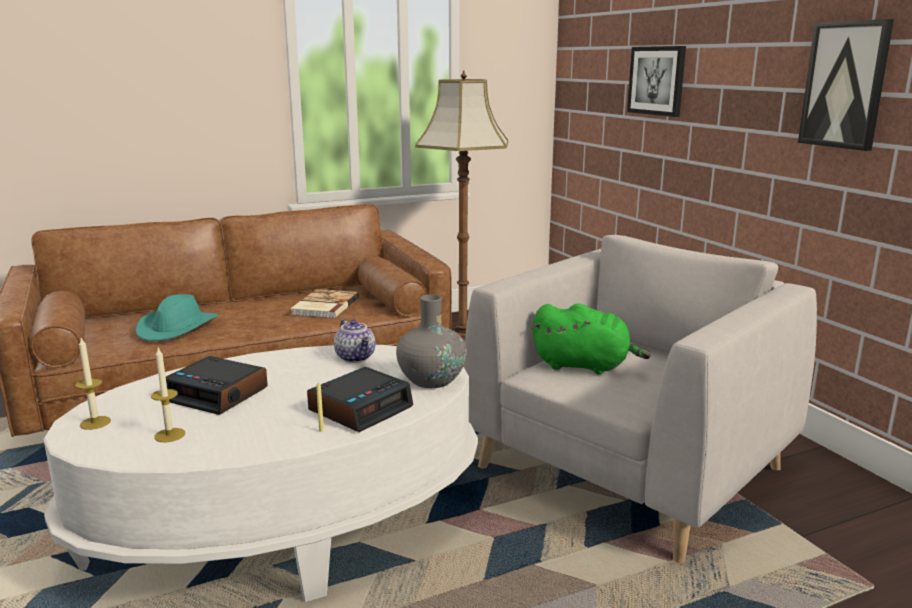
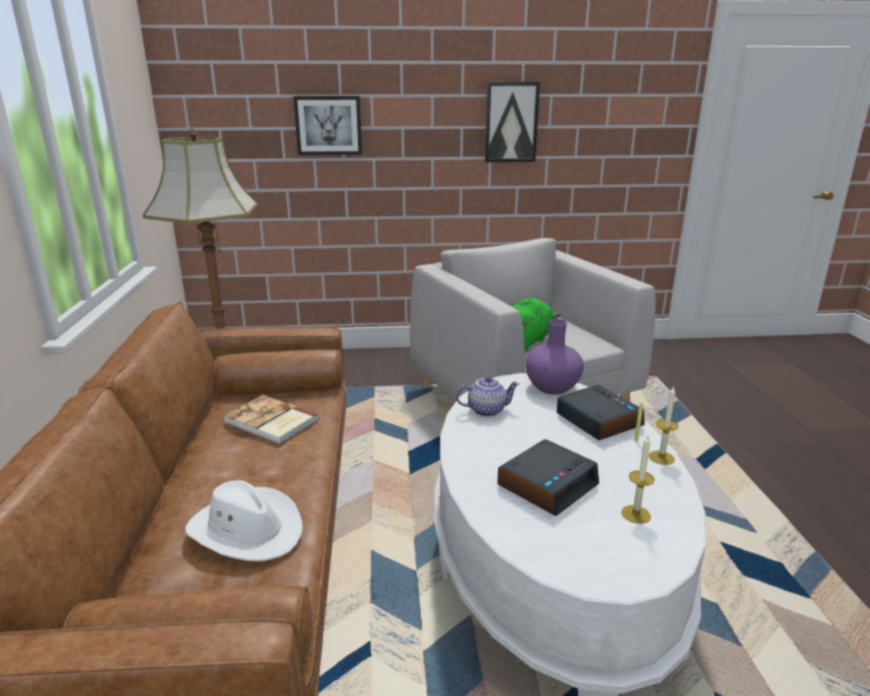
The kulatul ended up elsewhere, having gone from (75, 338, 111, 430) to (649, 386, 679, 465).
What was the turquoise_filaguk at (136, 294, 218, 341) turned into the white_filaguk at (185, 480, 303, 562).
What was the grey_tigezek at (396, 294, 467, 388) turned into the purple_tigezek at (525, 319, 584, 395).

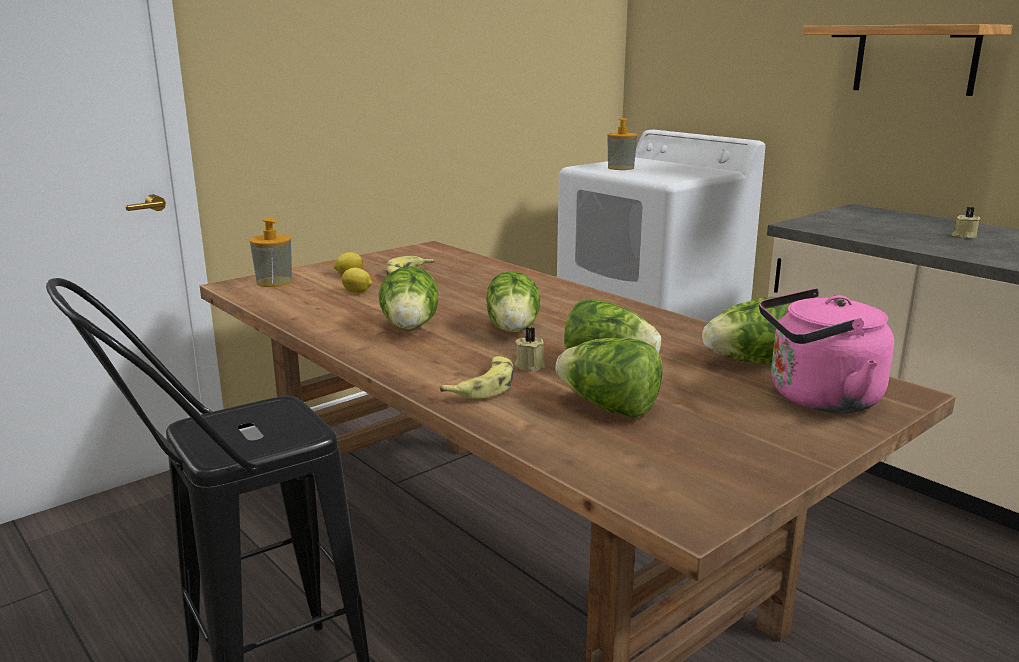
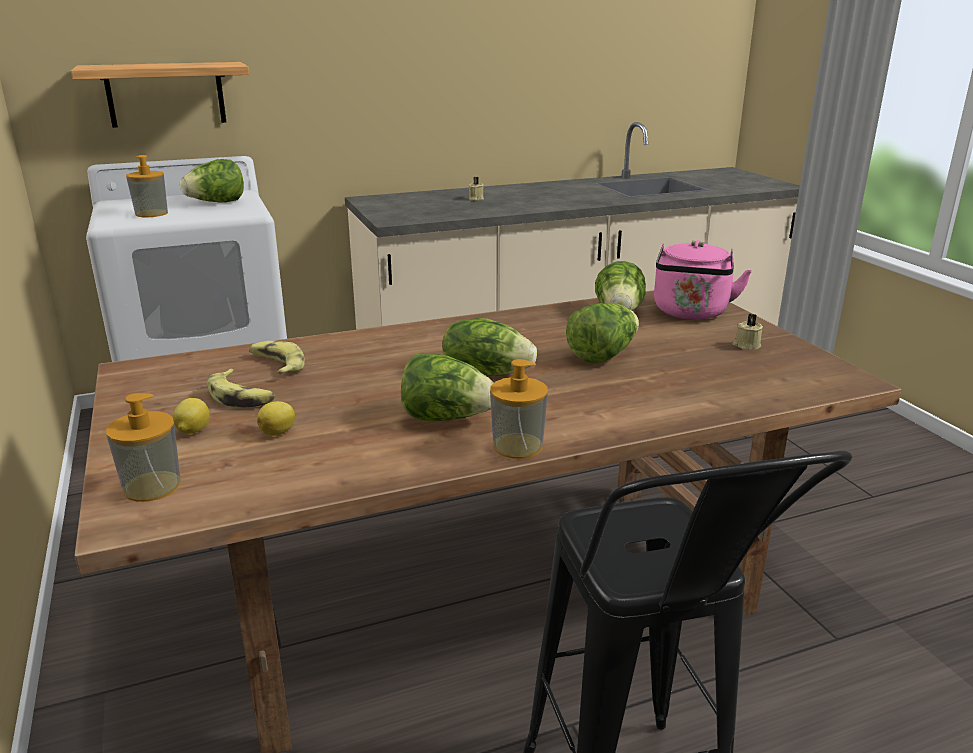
The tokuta ended up elsewhere, having gone from (439, 356, 514, 399) to (249, 341, 305, 375).
The beige_kulatul ended up elsewhere, having gone from (515, 327, 545, 372) to (733, 314, 763, 350).
The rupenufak ended up elsewhere, having gone from (555, 338, 663, 418) to (180, 159, 244, 203).
The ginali ended up elsewhere, having gone from (802, 24, 1013, 96) to (71, 62, 249, 128).
The second view gained the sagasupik at (490, 359, 548, 459).

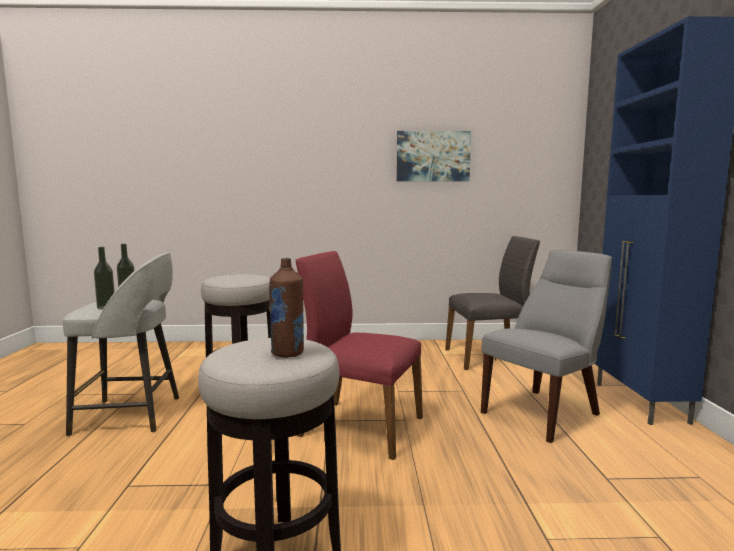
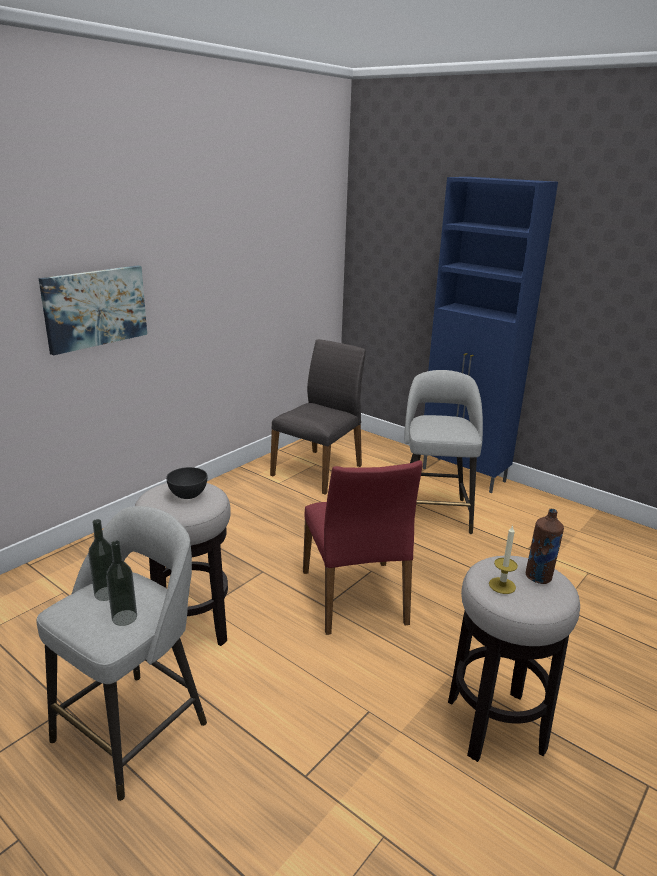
The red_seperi at (296, 251, 423, 460) ended up facing another way, 75 degrees counterclockwise from before.
The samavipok ended up elsewhere, having gone from (396, 131, 471, 181) to (39, 265, 147, 355).
Where the grey_seperi stood at (481, 250, 612, 443), the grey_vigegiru came to stand at (404, 370, 483, 534).
The second view gained the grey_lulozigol at (166, 467, 207, 499).
The second view gained the kulatul at (489, 525, 518, 594).

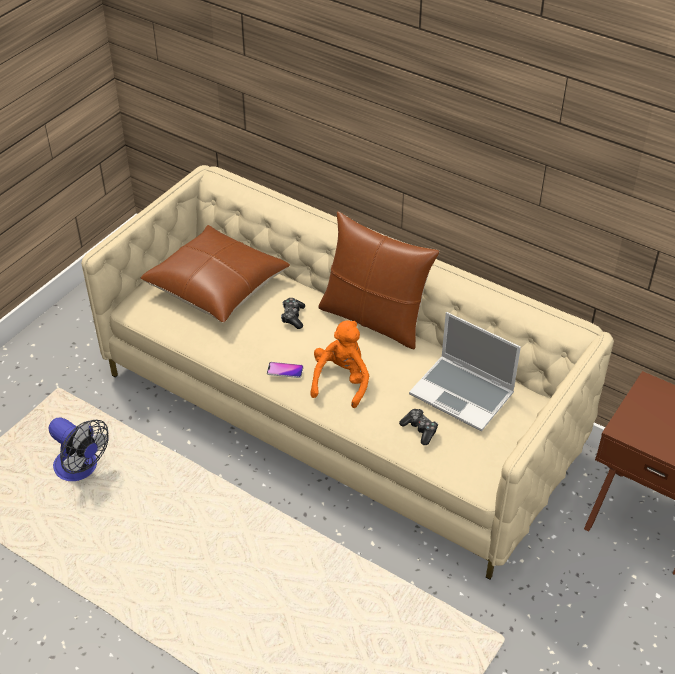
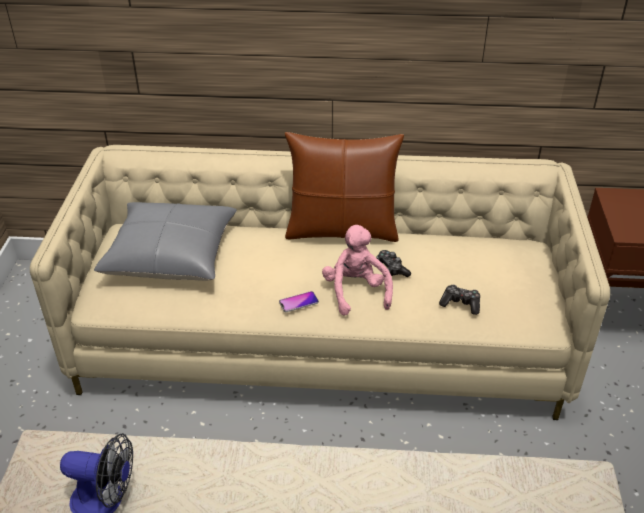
What was the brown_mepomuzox at (140, 225, 290, 322) turned into the grey_mepomuzox at (94, 202, 237, 281).
The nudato ended up elsewhere, having gone from (281, 298, 305, 329) to (376, 250, 411, 277).
What was the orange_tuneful at (310, 320, 369, 408) turned into the pink_tuneful at (322, 225, 393, 316).
The second view lost the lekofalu at (409, 312, 521, 431).

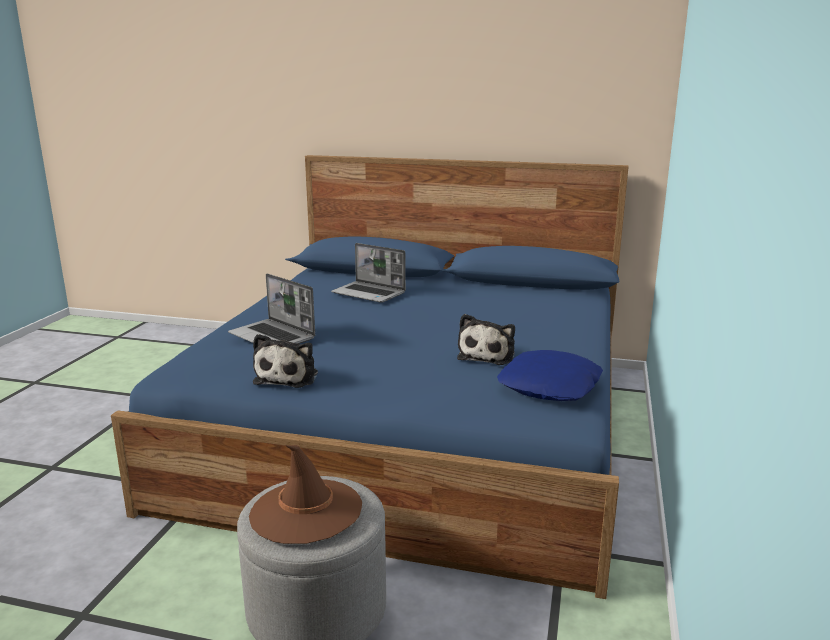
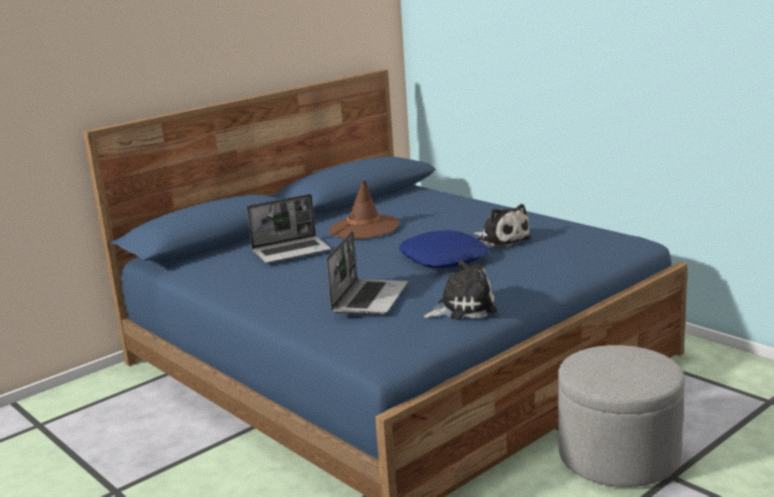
The lekofalu at (228, 273, 315, 344) ended up facing another way, 60 degrees counterclockwise from before.
The brown_filaguk ended up elsewhere, having gone from (249, 445, 362, 544) to (330, 181, 399, 239).
The tuneful at (253, 334, 318, 388) ended up facing another way, 60 degrees counterclockwise from before.
The blue_mepomuzox ended up elsewhere, having gone from (497, 350, 603, 401) to (399, 230, 490, 268).

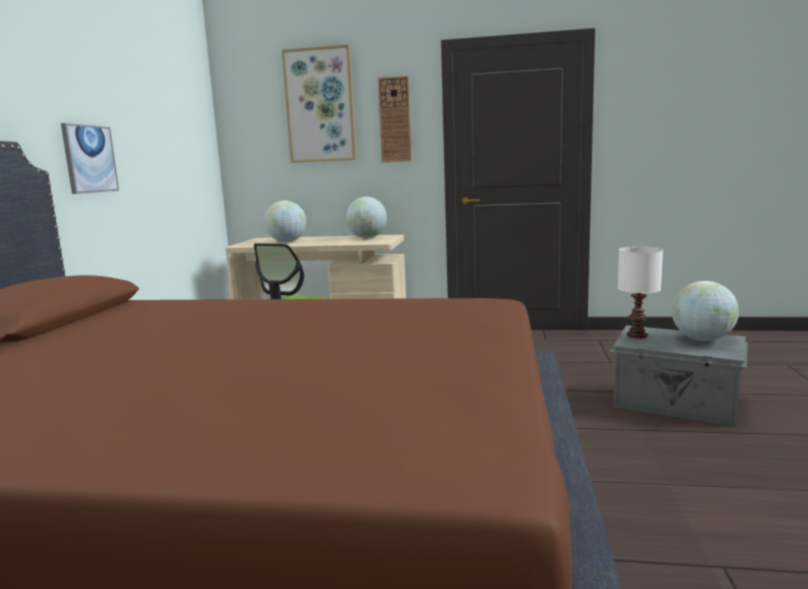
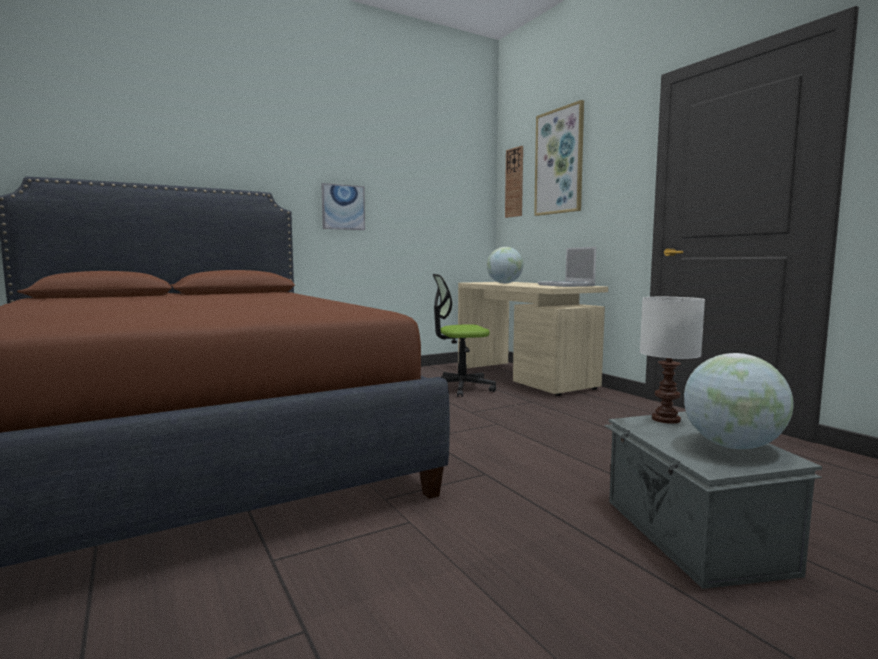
Where the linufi stood at (346, 197, 387, 238), the lekofalu came to stand at (538, 247, 596, 287).
The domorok ended up elsewhere, having gone from (378, 76, 412, 162) to (505, 146, 523, 218).

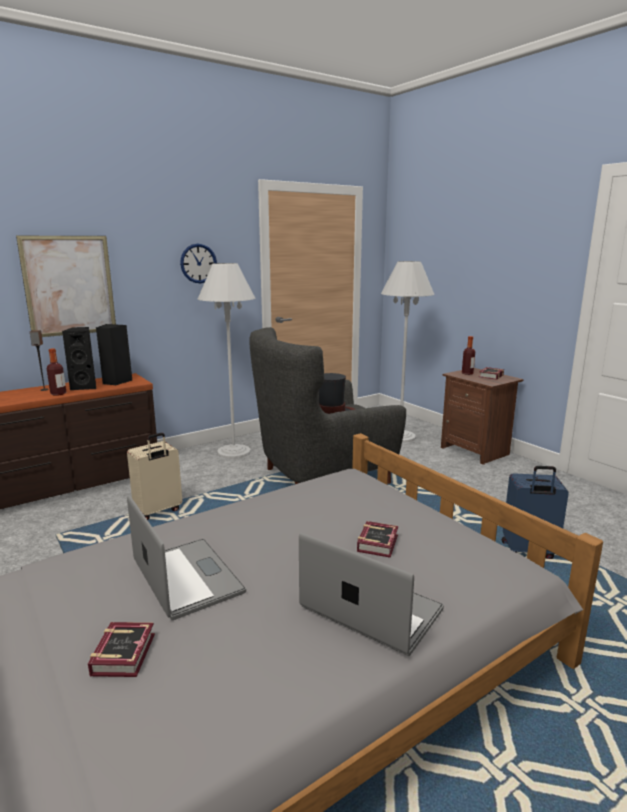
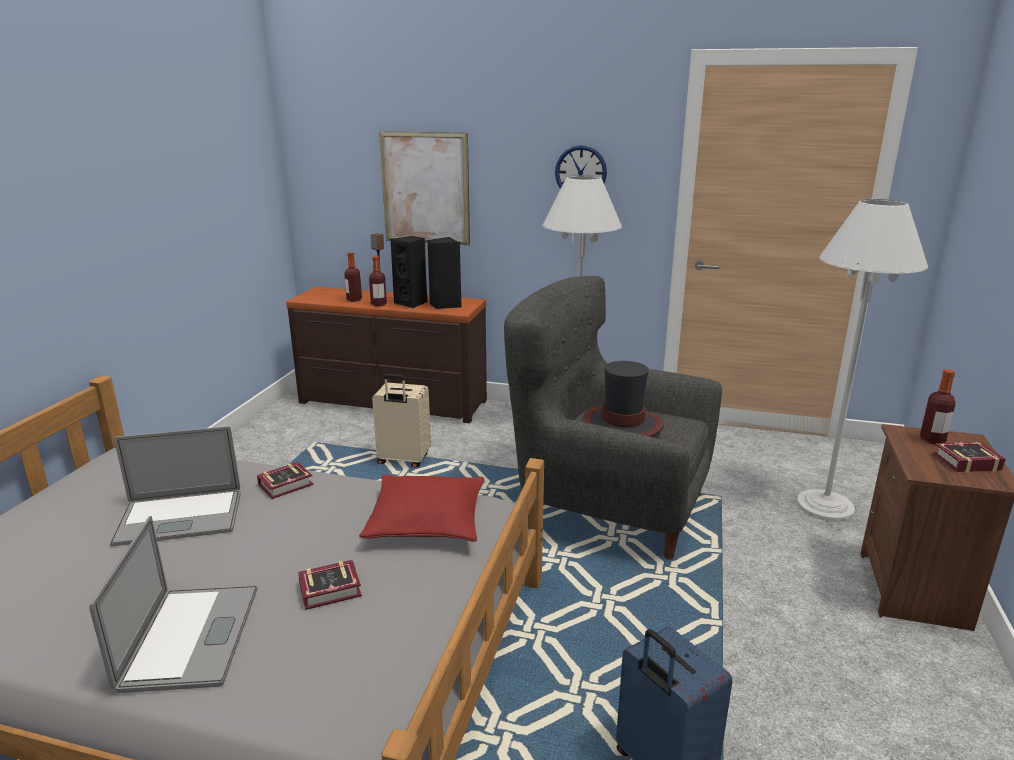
The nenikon ended up elsewhere, having gone from (88, 622, 155, 677) to (257, 462, 314, 499).
The lekofalu at (127, 495, 246, 620) ended up facing another way, 60 degrees clockwise from before.
The second view gained the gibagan at (344, 252, 362, 302).
The second view gained the red_mepomuzox at (359, 475, 484, 542).

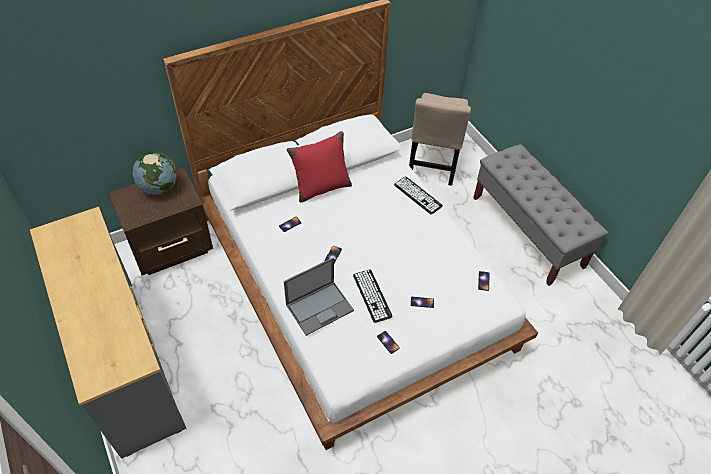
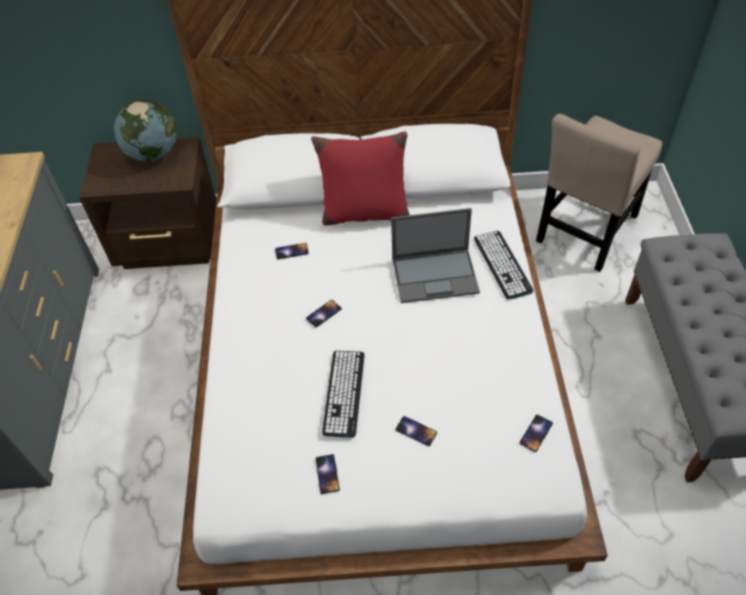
The lekofalu ended up elsewhere, having gone from (284, 258, 354, 336) to (391, 208, 480, 303).

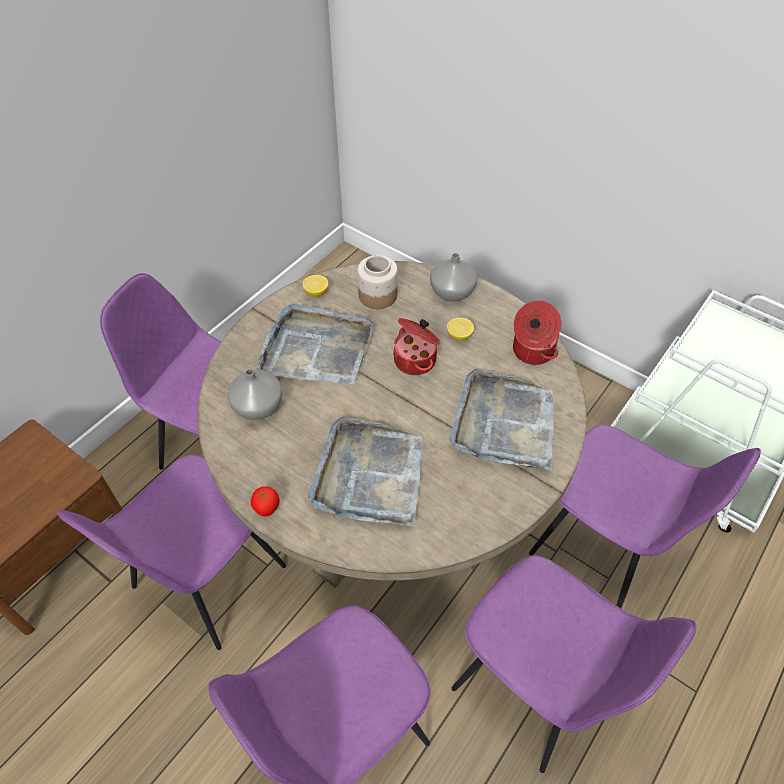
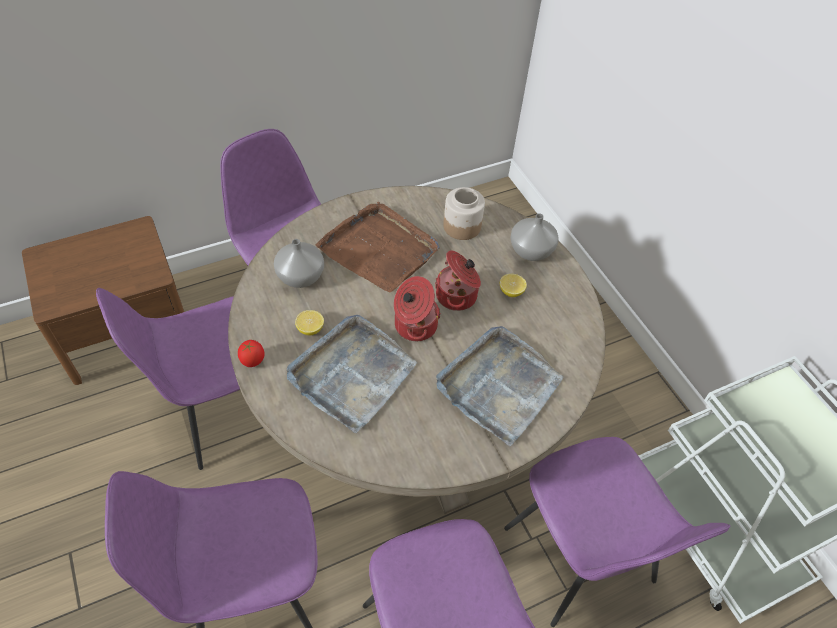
What was the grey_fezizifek at (256, 303, 374, 384) turned into the brown_fezizifek at (316, 202, 439, 293).
The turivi ended up elsewhere, having gone from (303, 275, 328, 297) to (295, 310, 324, 335).
The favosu ended up elsewhere, having gone from (513, 301, 561, 365) to (394, 276, 441, 341).

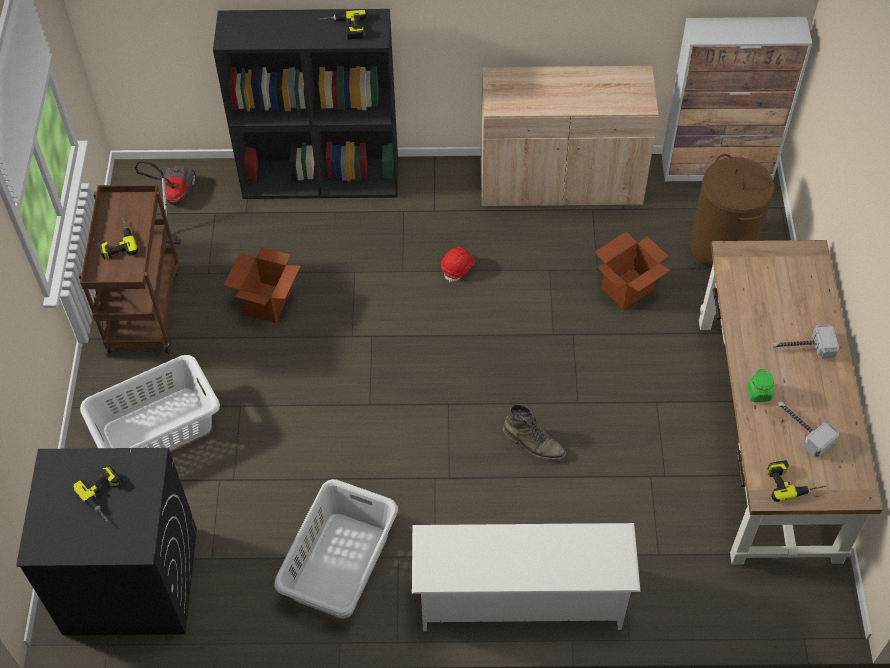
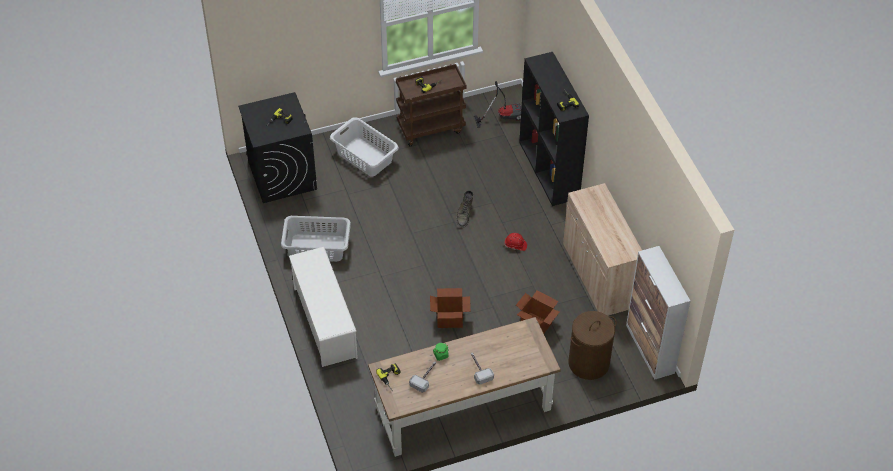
The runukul ended up elsewhere, having gone from (224, 247, 301, 323) to (430, 288, 471, 328).
The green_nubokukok ended up elsewhere, having gone from (503, 404, 566, 460) to (456, 190, 473, 228).

